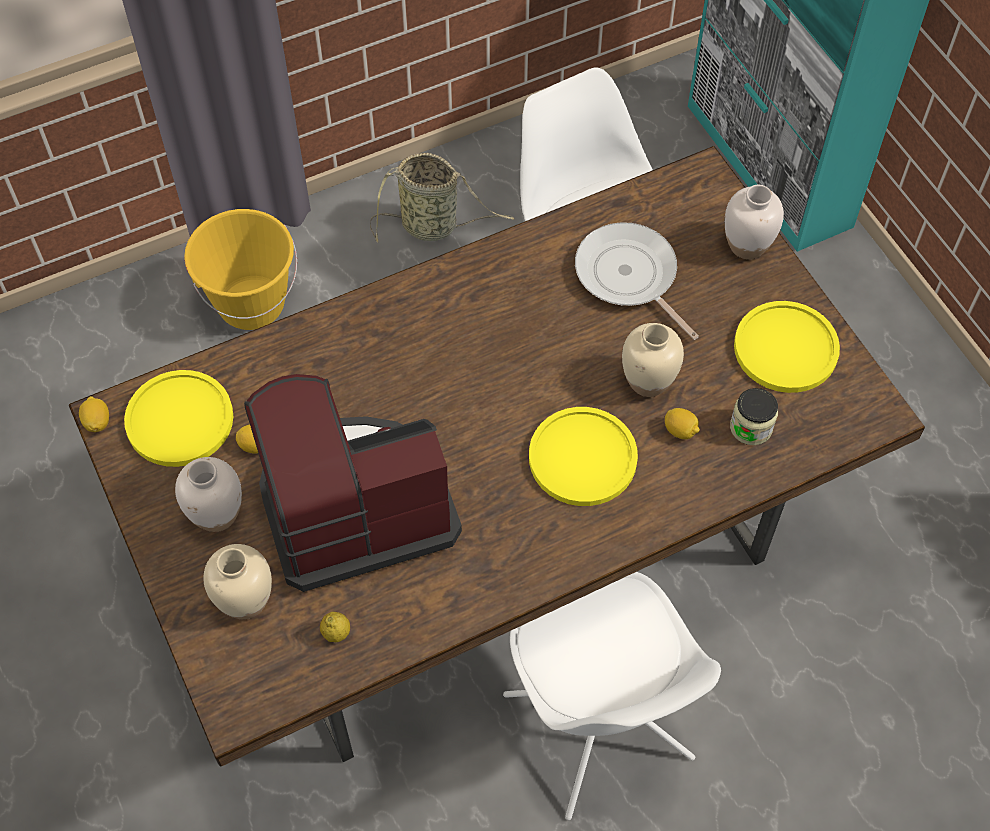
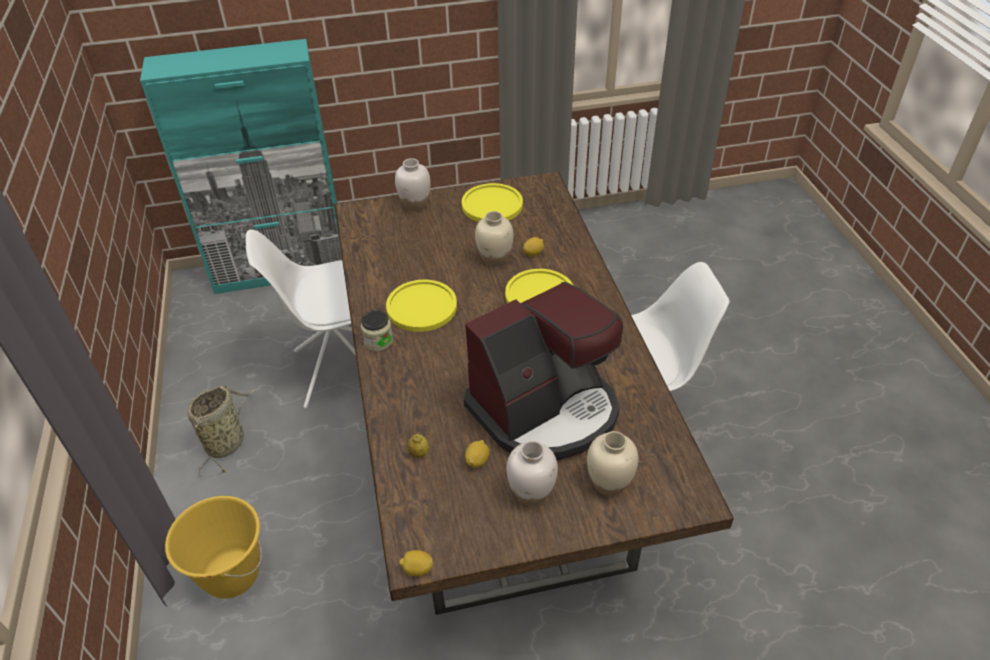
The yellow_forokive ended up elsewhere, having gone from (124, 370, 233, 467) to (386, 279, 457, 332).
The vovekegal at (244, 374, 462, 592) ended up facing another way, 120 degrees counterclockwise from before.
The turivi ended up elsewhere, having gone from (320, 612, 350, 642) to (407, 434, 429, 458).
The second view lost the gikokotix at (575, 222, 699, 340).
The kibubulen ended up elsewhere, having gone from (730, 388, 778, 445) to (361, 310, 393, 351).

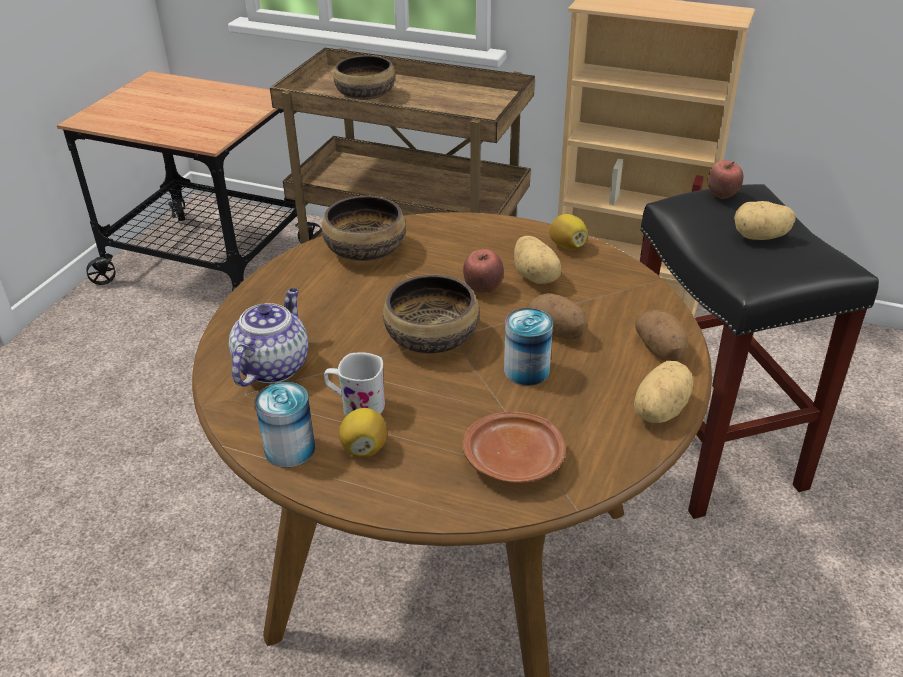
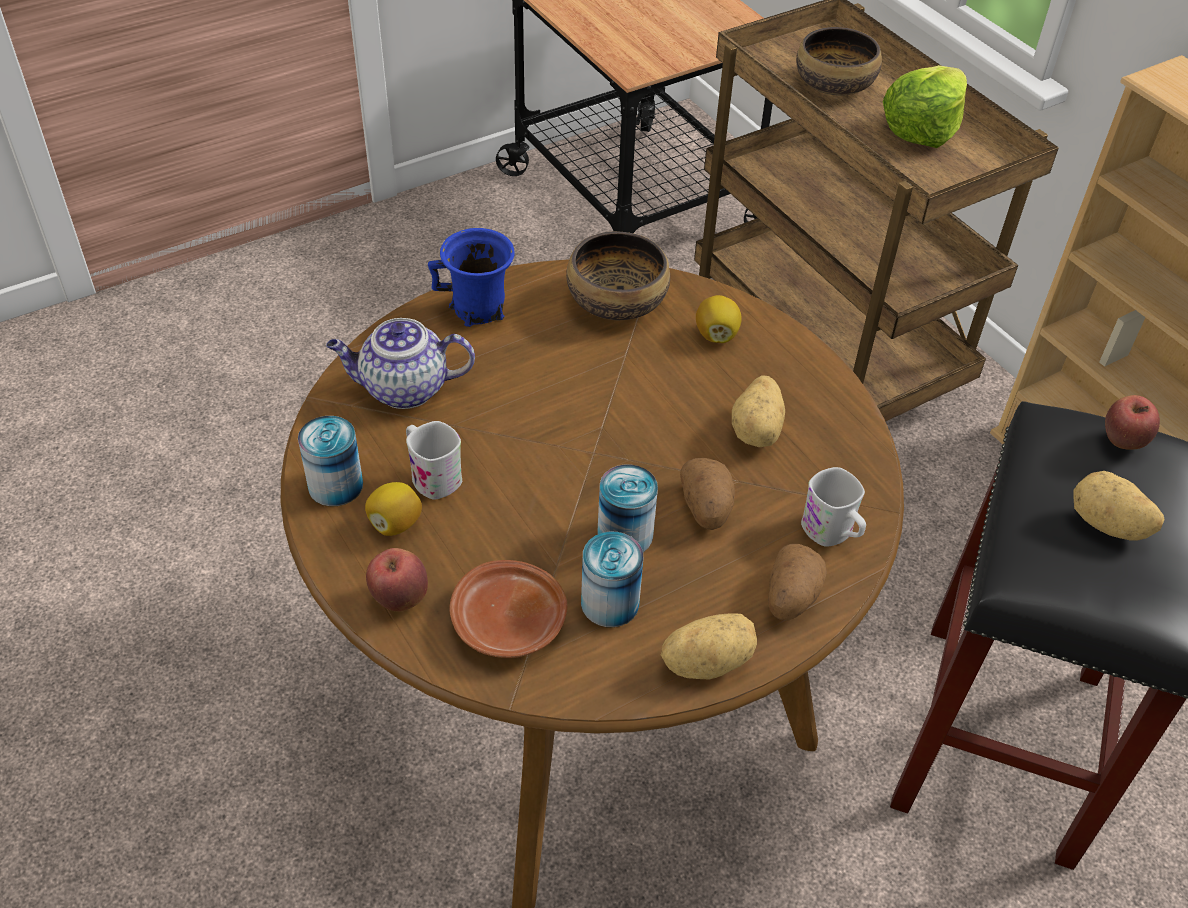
The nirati at (229, 288, 308, 386) ended up facing another way, 150 degrees counterclockwise from before.
The second view lost the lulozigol at (383, 275, 479, 354).
The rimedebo ended up elsewhere, having gone from (463, 249, 504, 294) to (366, 548, 428, 611).
The turivi ended up elsewhere, having gone from (549, 214, 588, 250) to (696, 295, 742, 343).
The second view gained the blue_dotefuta at (428, 228, 514, 327).
The second view gained the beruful at (581, 532, 643, 627).
The second view gained the white_dotefuta at (801, 467, 866, 547).
The second view gained the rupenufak at (883, 65, 967, 148).

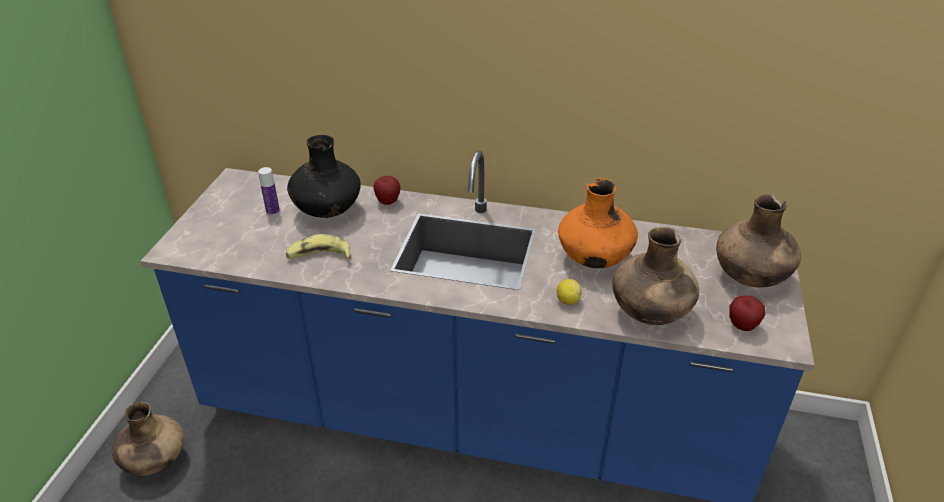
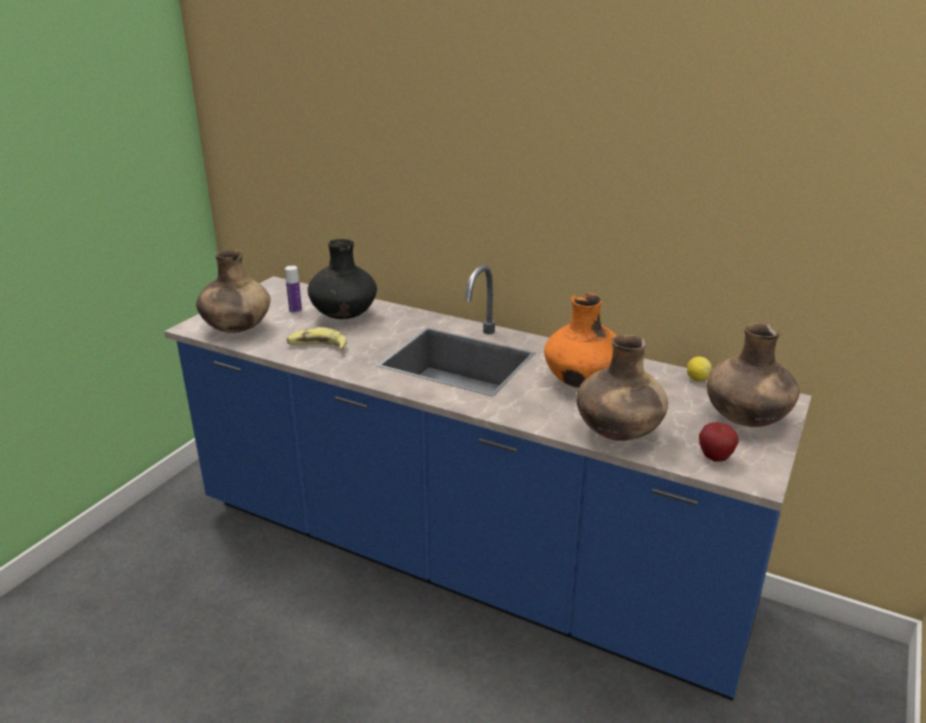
The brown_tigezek ended up elsewhere, having gone from (112, 402, 184, 476) to (196, 250, 270, 333).
The second view lost the rimedebo at (373, 176, 400, 205).
The turivi ended up elsewhere, having gone from (557, 279, 582, 305) to (687, 356, 712, 381).

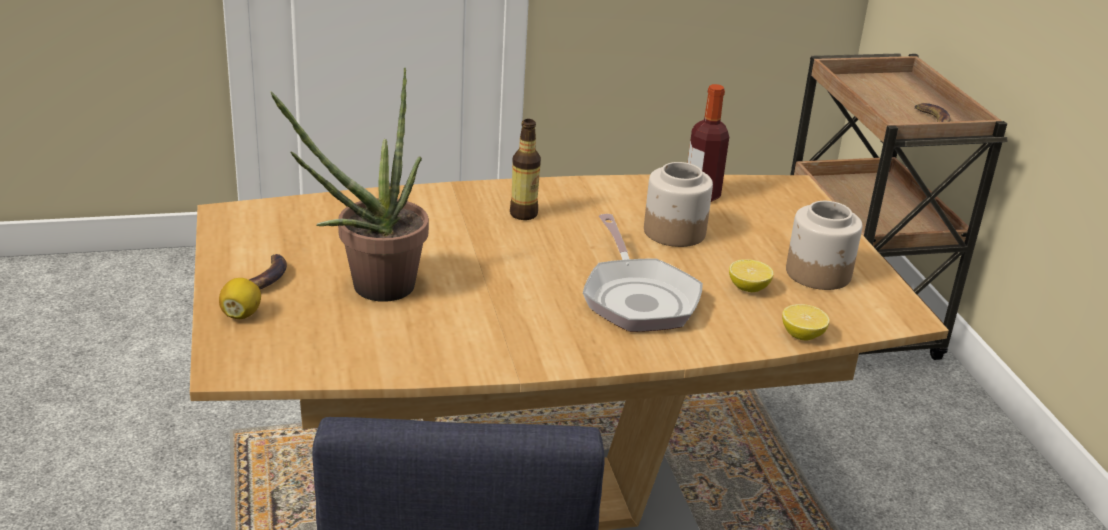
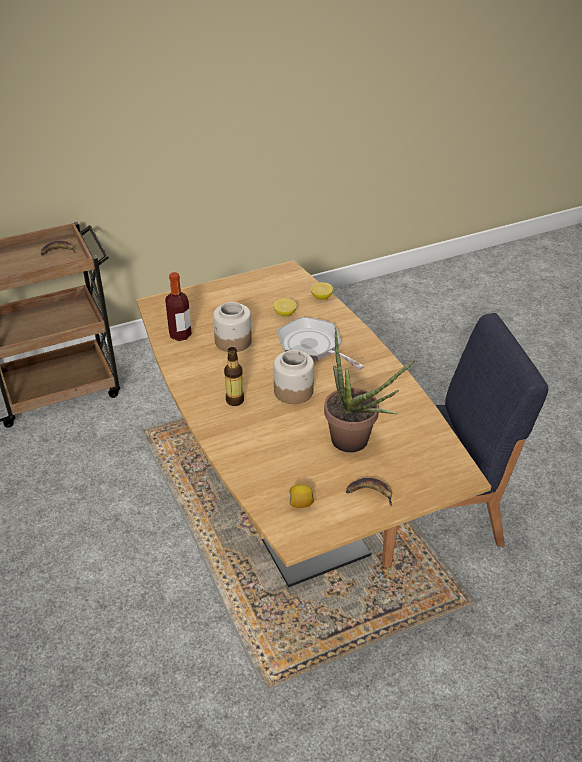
The turivi ended up elsewhere, having gone from (219, 278, 261, 319) to (290, 484, 314, 508).
The gikokotix at (583, 214, 703, 332) ended up facing another way, 105 degrees counterclockwise from before.
The kibubulen ended up elsewhere, having gone from (786, 201, 862, 290) to (274, 350, 314, 404).

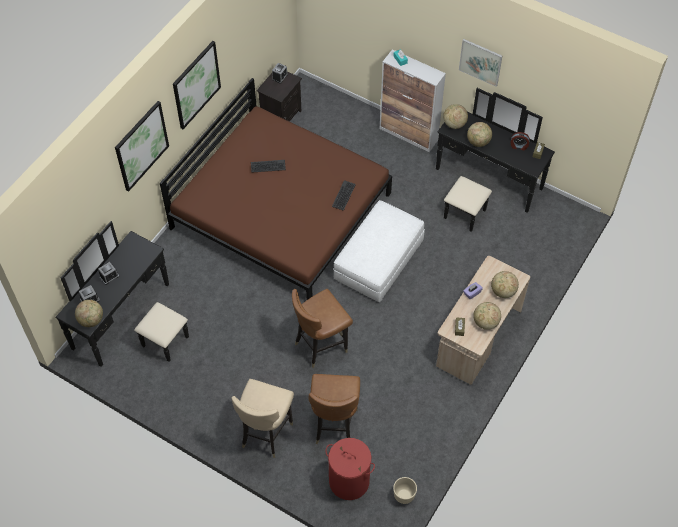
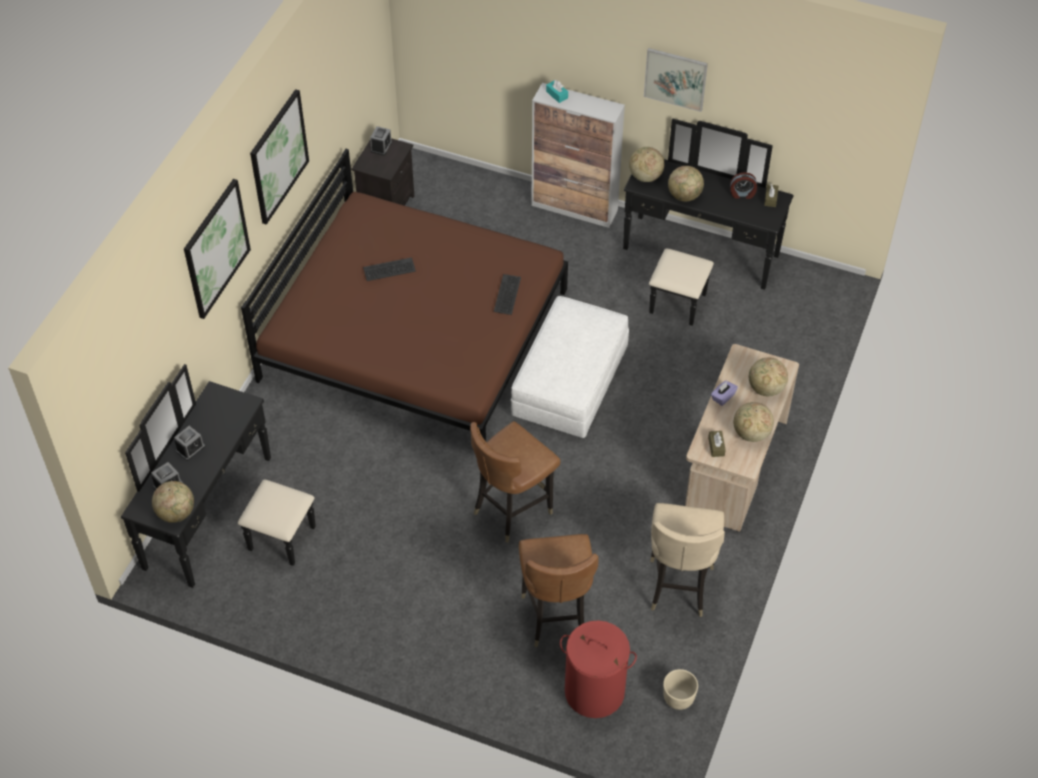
The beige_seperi ended up elsewhere, having gone from (231, 379, 294, 458) to (650, 503, 725, 617).

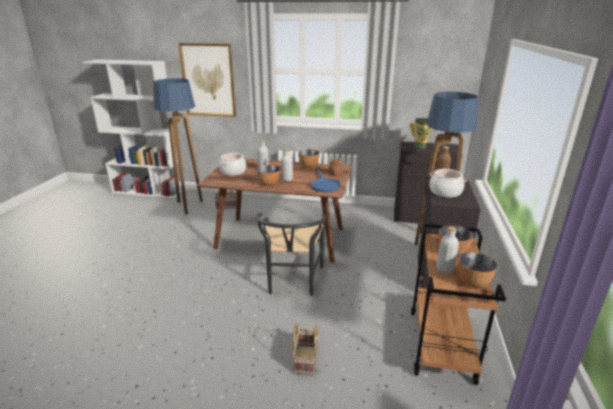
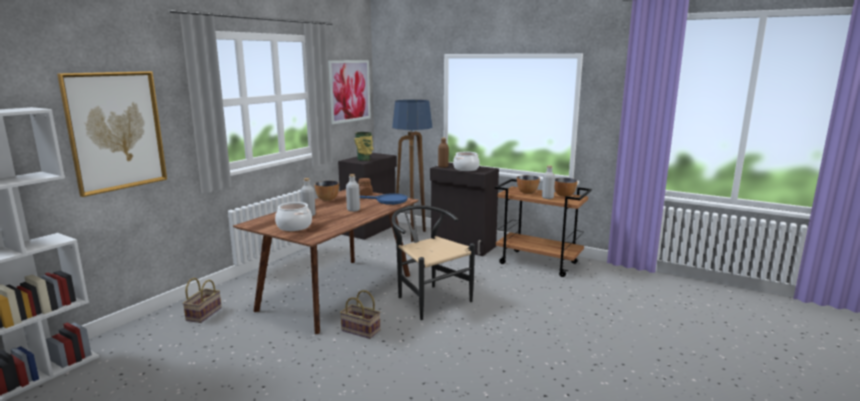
The second view lost the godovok at (153, 78, 203, 214).
The black_seperi at (256, 213, 326, 296) ended up facing another way, 150 degrees counterclockwise from before.
The second view lost the lulozigol at (257, 165, 280, 186).
The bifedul ended up elsewhere, having gone from (292, 323, 319, 375) to (340, 290, 381, 339).
The second view gained the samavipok at (328, 60, 371, 124).

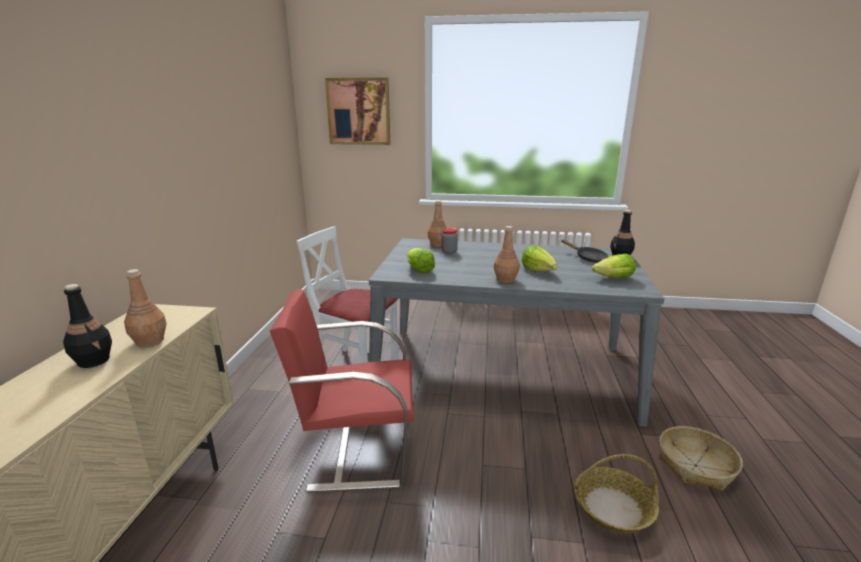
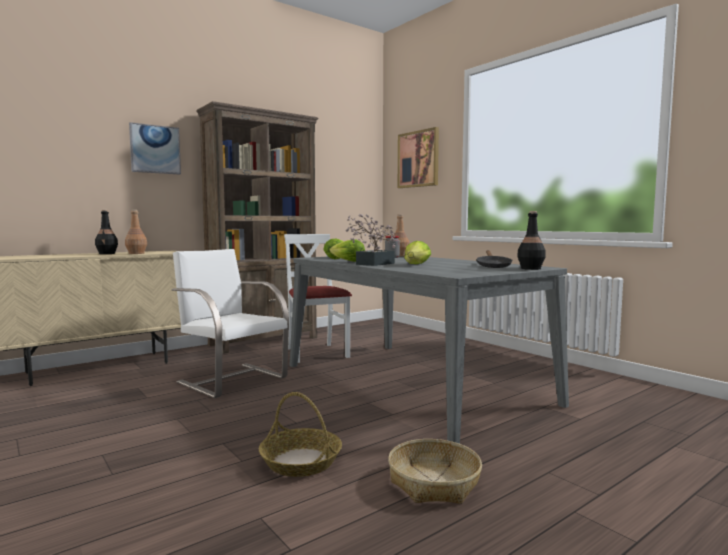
What was the red_seperi at (270, 289, 414, 492) turned into the white_seperi at (172, 249, 289, 398).
Where the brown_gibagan stood at (494, 226, 520, 283), the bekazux came to stand at (346, 213, 396, 266).
The rupenufak ended up elsewhere, having gone from (592, 254, 636, 278) to (330, 240, 365, 262).
The second view gained the samavipok at (129, 122, 181, 175).
The second view gained the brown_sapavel at (196, 101, 319, 354).

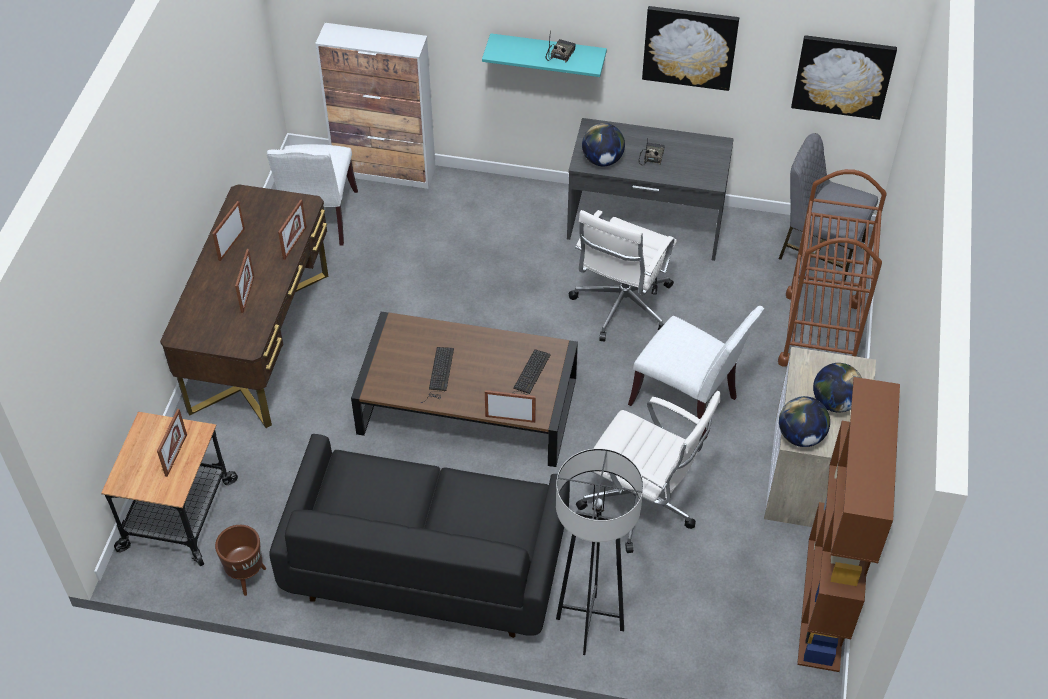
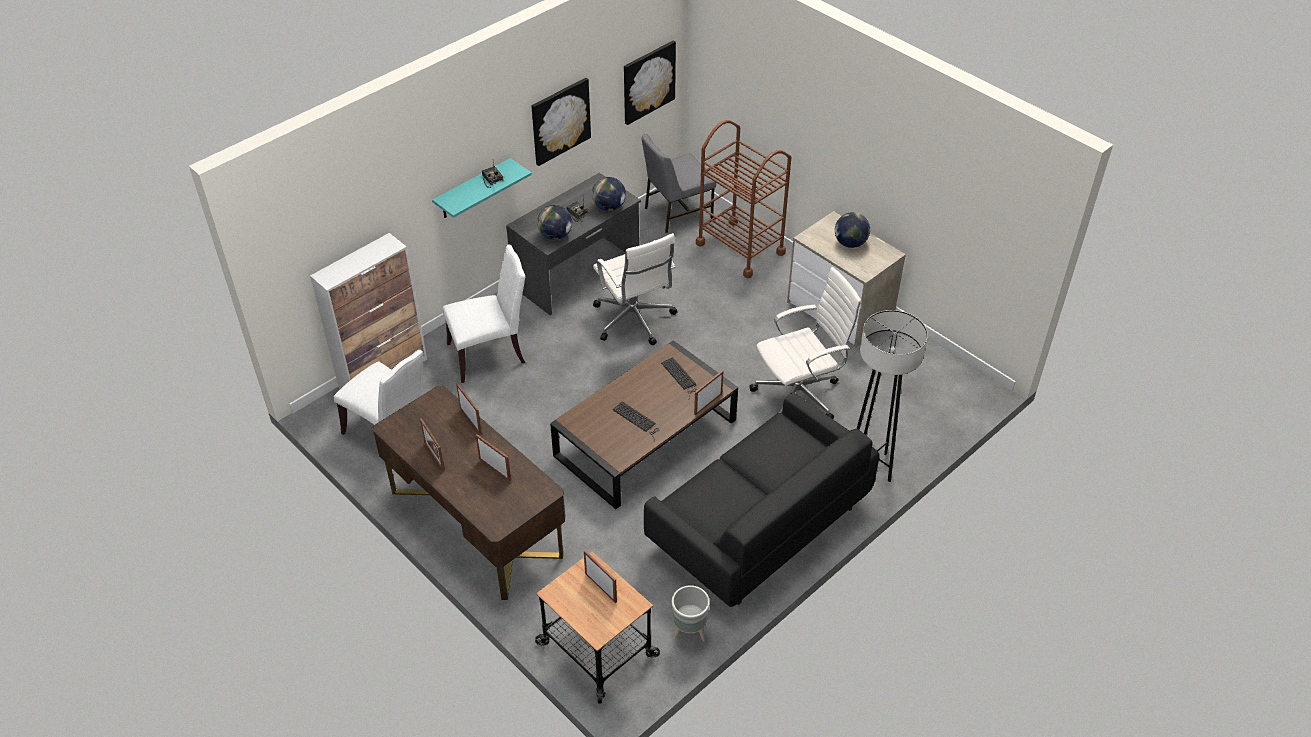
What was the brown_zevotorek at (215, 525, 266, 596) turned into the grey_zevotorek at (672, 585, 710, 642).
The white_seperi ended up elsewhere, having gone from (628, 306, 764, 439) to (442, 244, 525, 383).
The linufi ended up elsewhere, having gone from (779, 396, 830, 447) to (592, 177, 626, 211).
The second view lost the brown_sapavel at (797, 377, 900, 672).

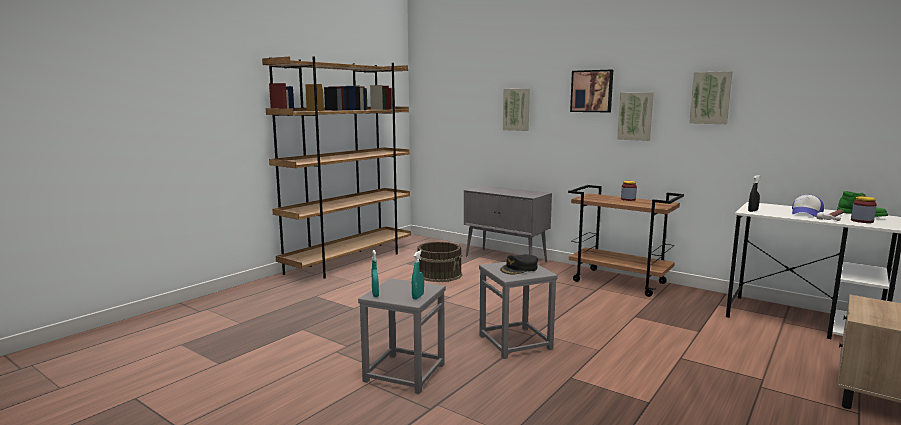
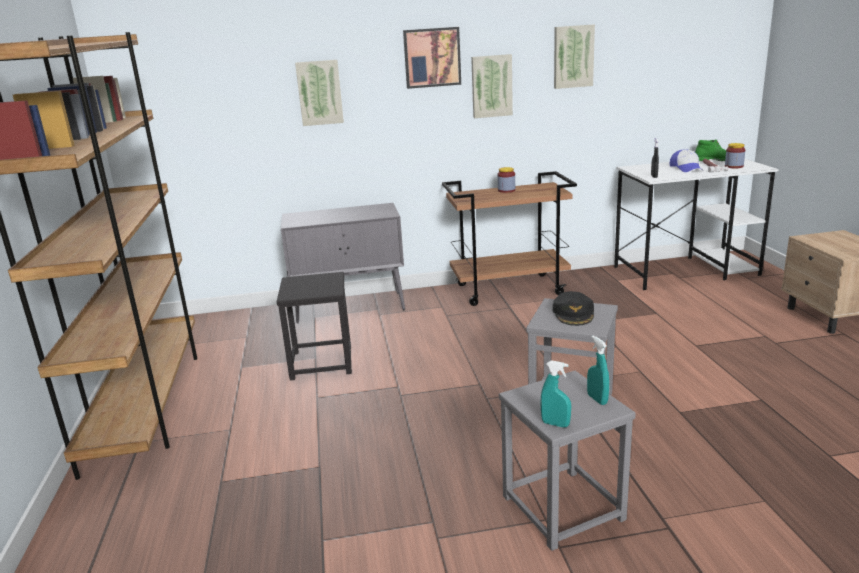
Where the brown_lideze stood at (417, 242, 462, 282), the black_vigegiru came to stand at (277, 272, 352, 381).

